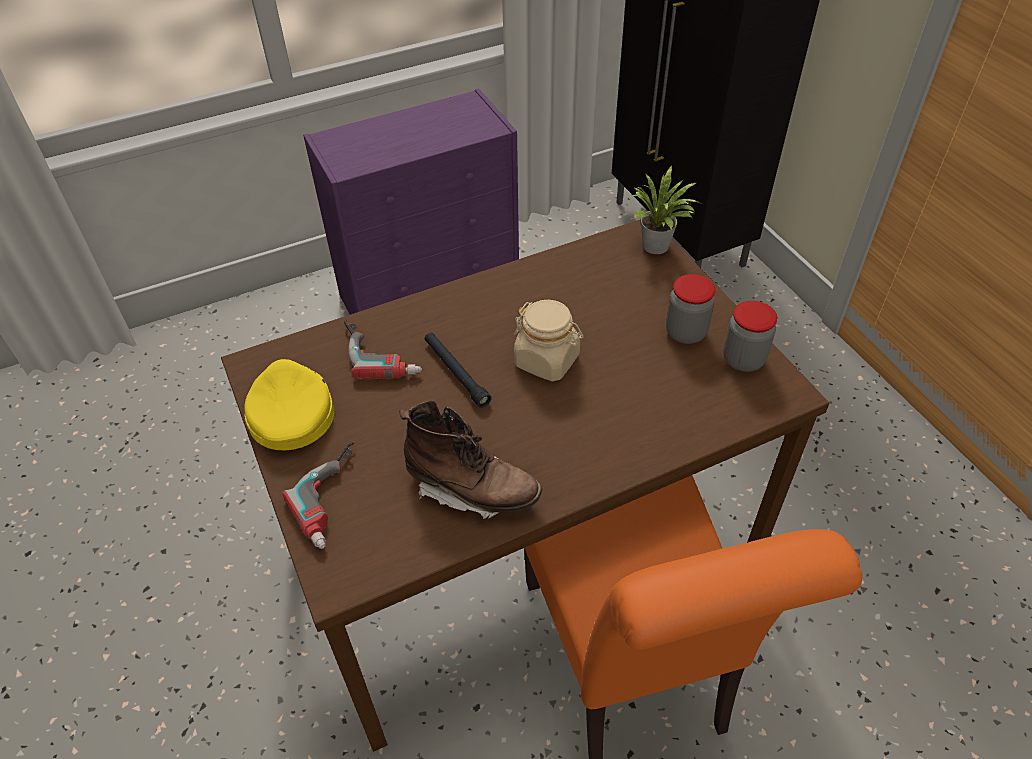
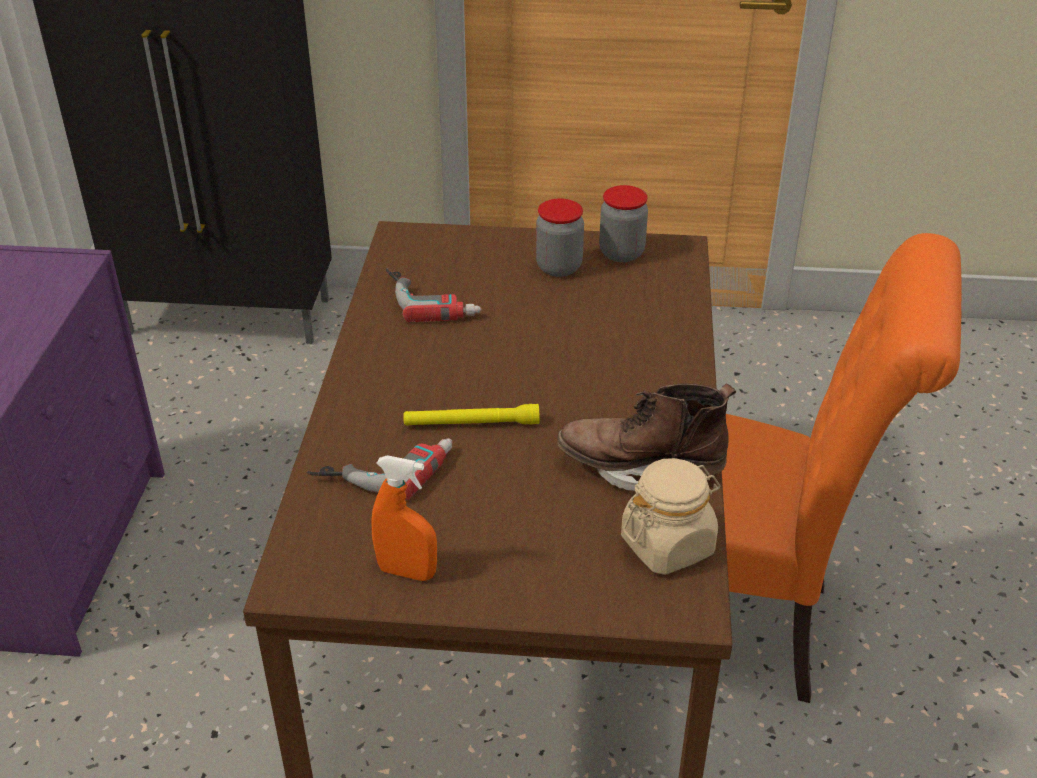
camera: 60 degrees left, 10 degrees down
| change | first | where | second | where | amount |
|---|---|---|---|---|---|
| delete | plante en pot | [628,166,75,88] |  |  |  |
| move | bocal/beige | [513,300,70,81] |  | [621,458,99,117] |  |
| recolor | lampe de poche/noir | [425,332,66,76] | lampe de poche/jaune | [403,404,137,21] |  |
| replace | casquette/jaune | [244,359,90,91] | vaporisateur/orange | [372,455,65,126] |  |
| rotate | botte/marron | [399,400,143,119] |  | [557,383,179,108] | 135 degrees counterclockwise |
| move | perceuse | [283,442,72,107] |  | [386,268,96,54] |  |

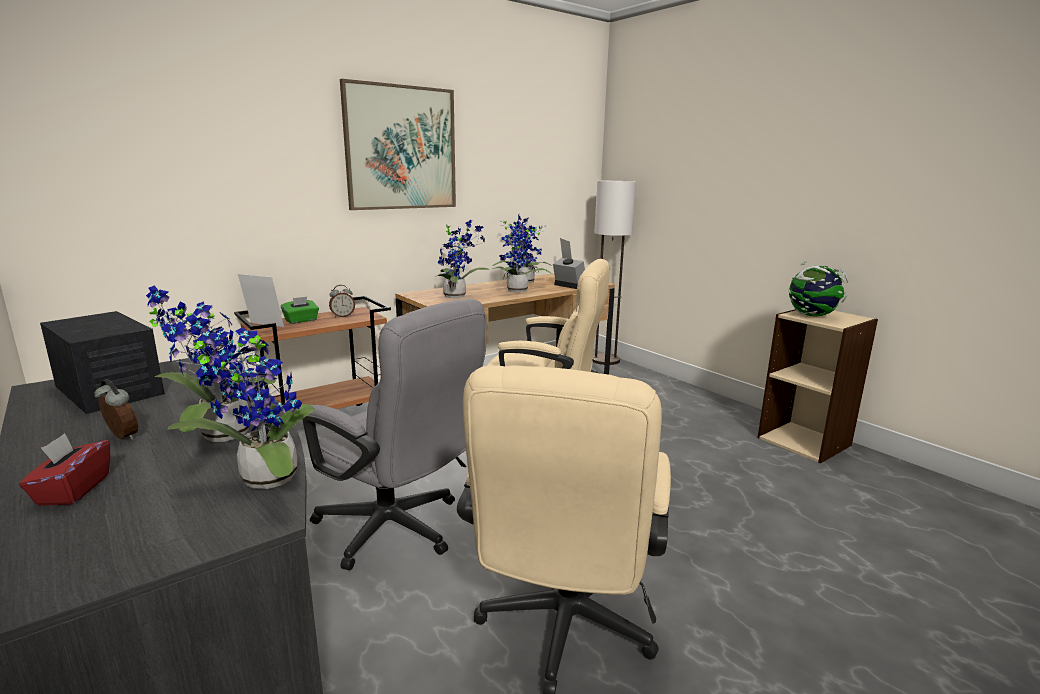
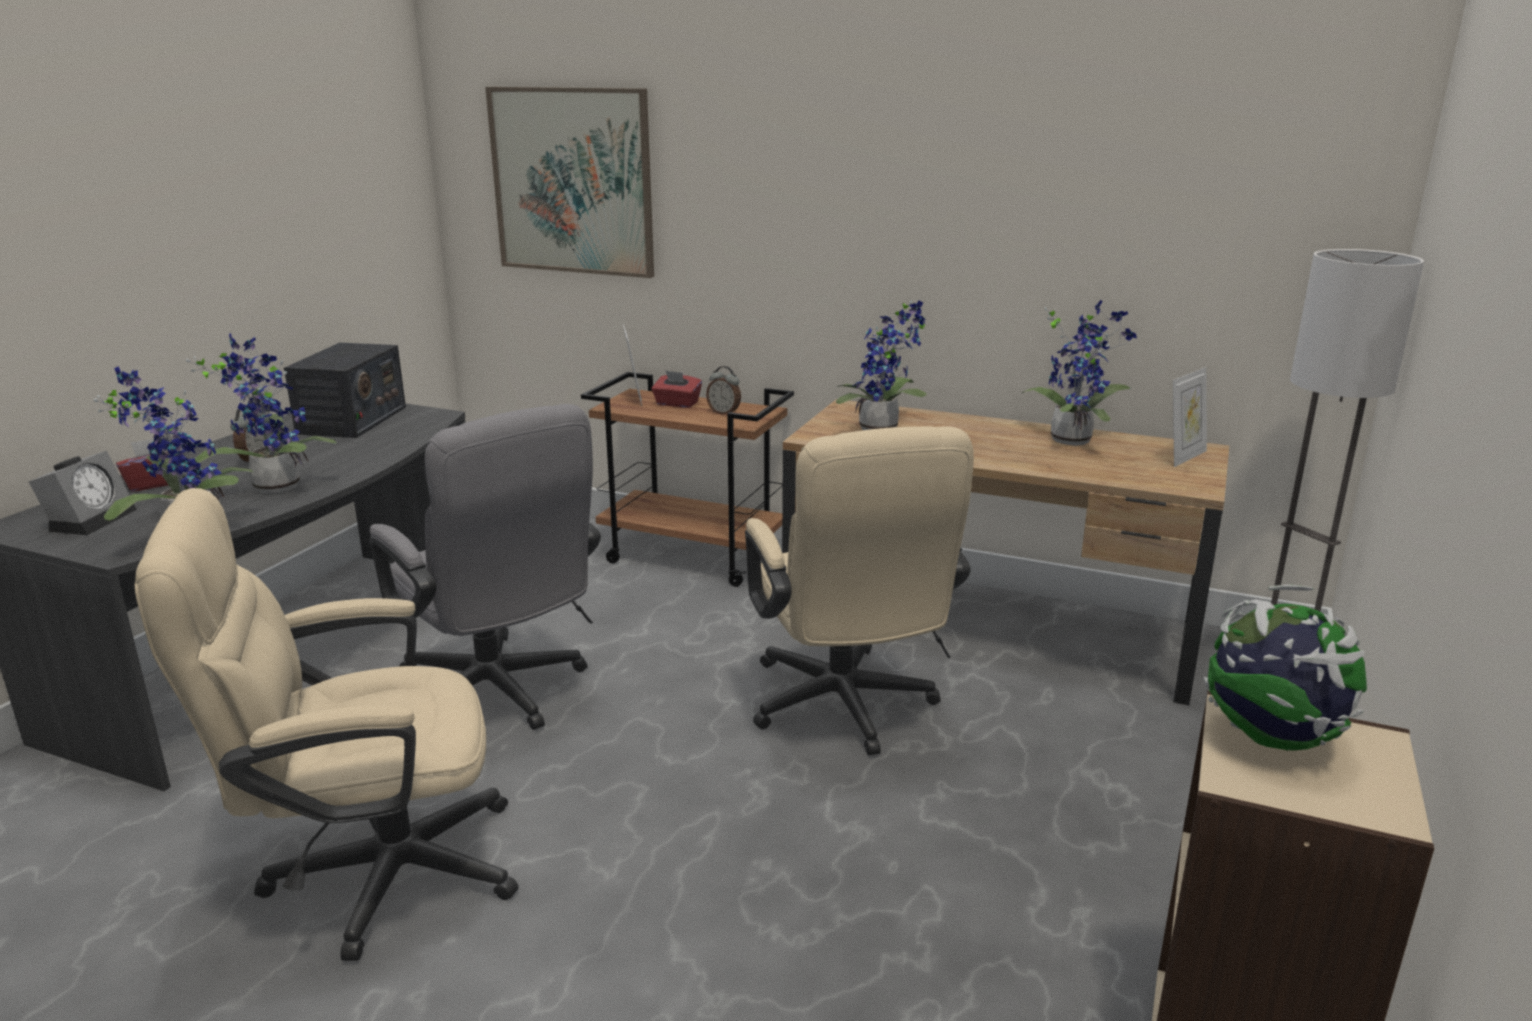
camera: 60 degrees right, 5 degrees up
| change | first | where | second | where | amount |
|---|---|---|---|---|---|
| move | tableau | [340,79,116,131] |  | [485,87,169,191] |  |
| delete | plante en pot | [492,222,60,70] |  |  |  |
| move | réveil | [553,258,32,31] |  | [29,451,108,84] |  |
| recolor | boîte à mouchoirs/vert | [281,297,38,27] | boîte à mouchoirs/rouge | [651,370,51,38] |  |
| rotate | chaise de bureau/gris | [303,299,184,271] |  | [369,404,232,326] | 45 degrees counterclockwise |

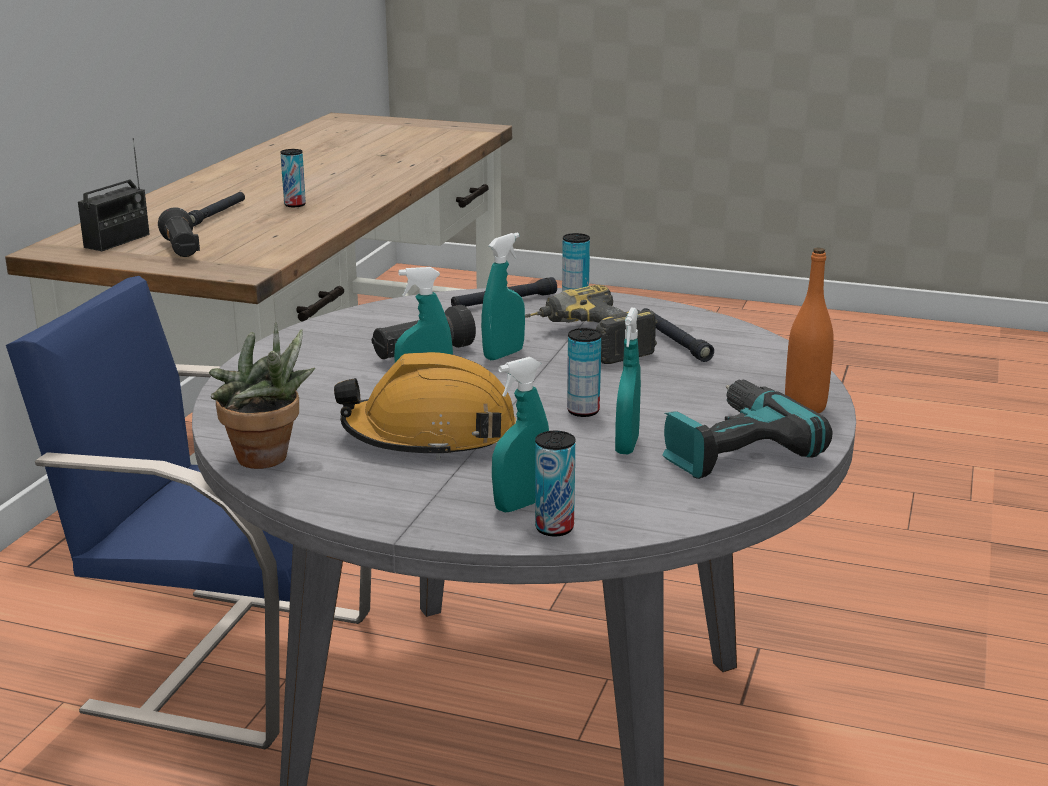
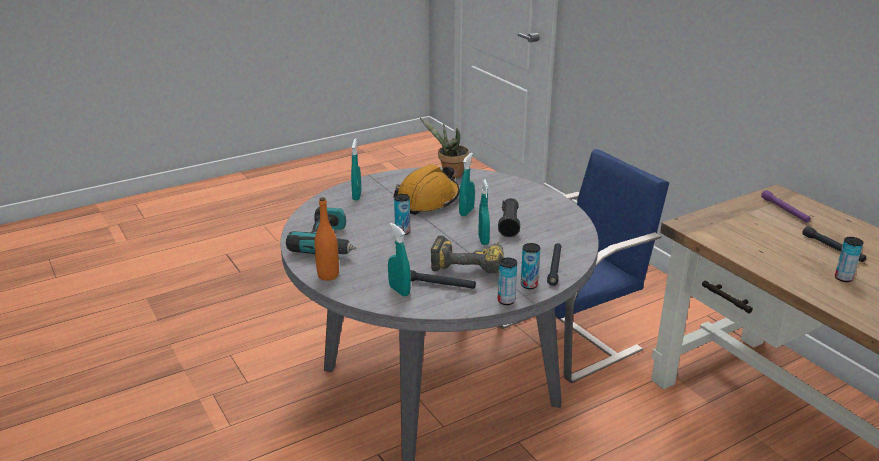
camera: 130 degrees right, 5 degrees up
| change | first | where | second | where | amount |
|---|---|---|---|---|---|
| replace | radio | [78,138,72,113] | lampe de poche/violet | [761,190,50,33] |  |
| delete | lampe de poche/noir | [158,207,42,50] |  |  |  |
| move | vaporisateur/turquoise | [615,308,26,146] |  | [388,223,23,74] |  |
| move | boîte métallique | [535,431,40,105] |  | [497,258,20,47] |  |

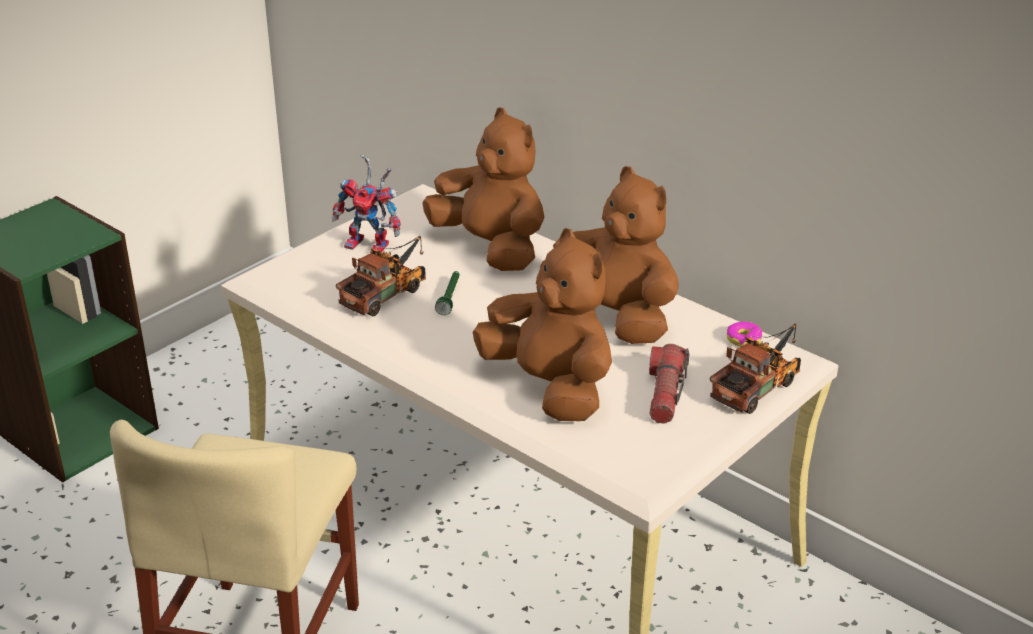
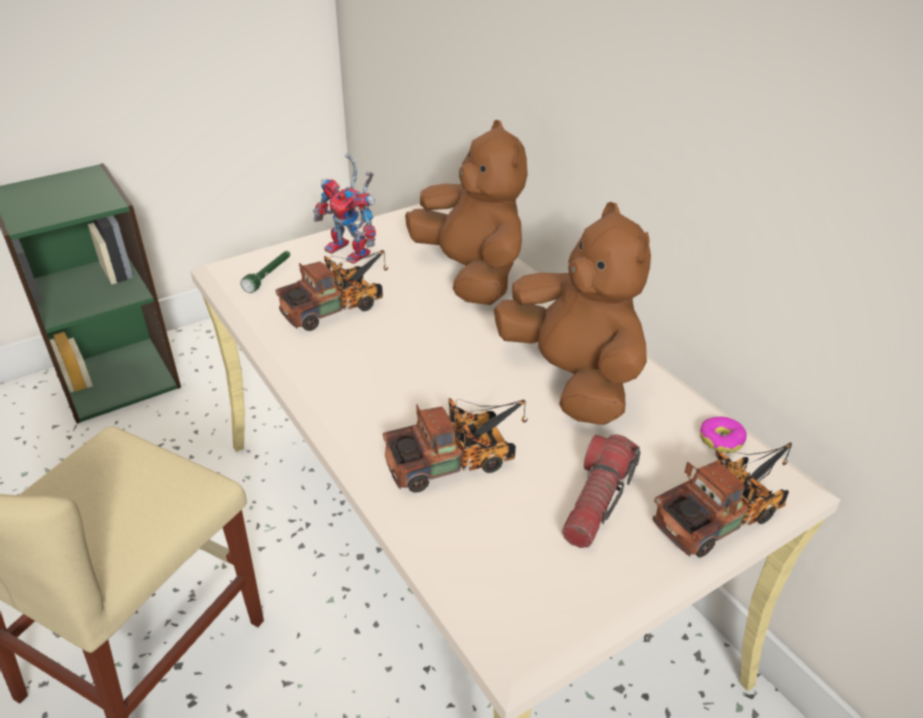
camera: 15 degrees right, 5 degrees up
| change | first | where | second | where | amount |
|---|---|---|---|---|---|
| replace | peluche/marron | [473,228,139,193] | camion jouet | [383,398,145,95] |  |
| move | lampe de poche/vert | [435,271,25,44] |  | [240,251,50,42] |  |

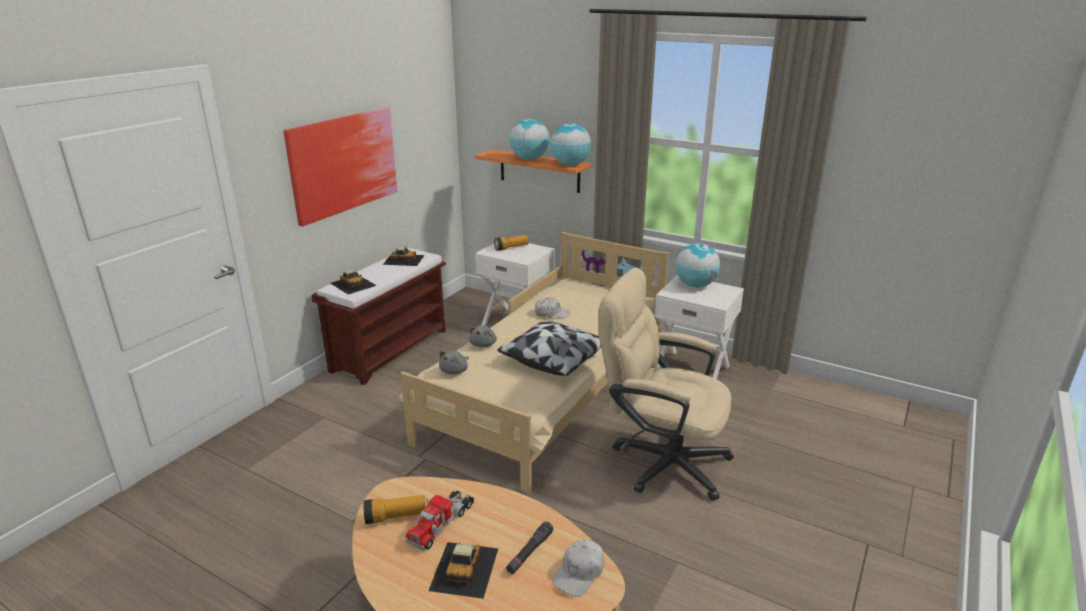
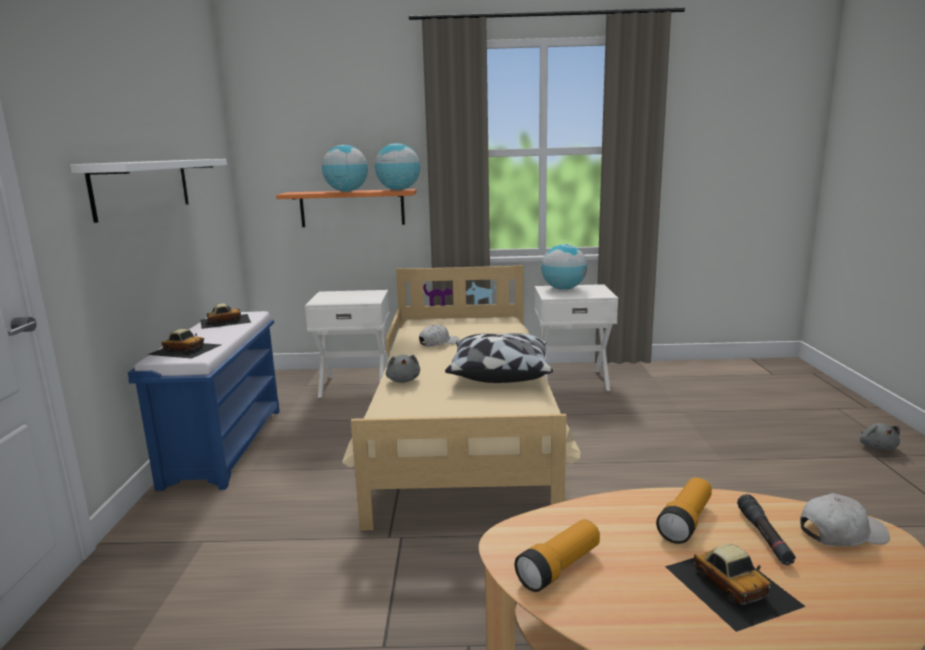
camera: 30 degrees left, 10 degrees down
| change | first | where | second | where | amount |
|---|---|---|---|---|---|
| replace | tableau | [283,107,114,119] | étagère/blanc | [70,159,157,64] |  |
| move | lampe de poche | [494,235,34,16] |  | [656,477,56,67] |  |
| recolor | banc/marron | [312,248,134,137] | banc/bleu | [128,311,152,180] |  |
| delete | chaise de bureau/beige | [598,268,136,233] |  |  |  |
| move | peluche/gris | [439,350,30,24] |  | [860,423,40,28] |  |
| delete | camion jouet | [405,490,69,61] |  |  |  |
| rotate | casquette/blanc | [553,540,51,57] |  | [800,493,90,53] | 105 degrees counterclockwise |

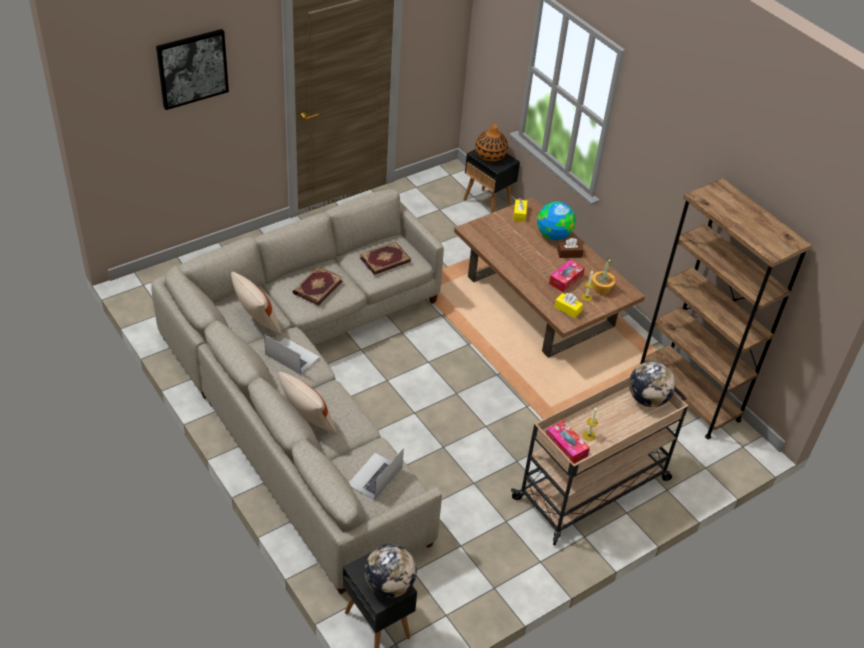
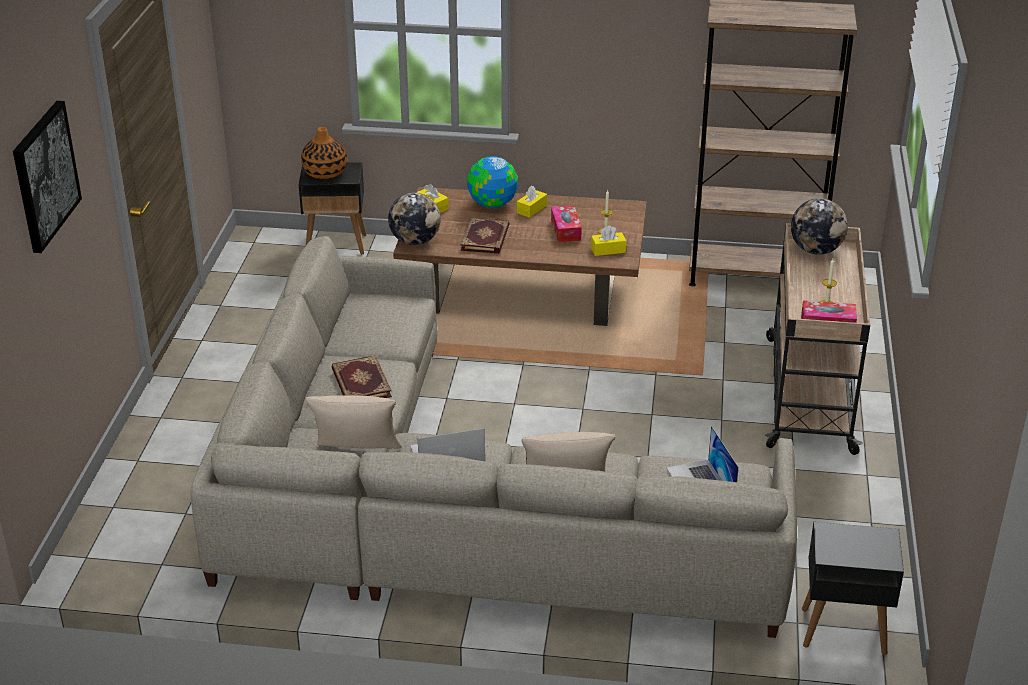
camera: 45 degrees left, 10 degrees down
| change | first | where | second | where | amount |
|---|---|---|---|---|---|
| recolor | boîte à mouchoirs/marron | [557,238,27,20] | boîte à mouchoirs/jaune | [517,185,30,33] |  |
| move | livre | [360,241,51,34] |  | [461,217,49,37] |  |
| delete | plante en pot | [592,257,24,38] |  |  |  |
| move | globe | [364,544,53,54] |  | [388,193,52,52] |  |

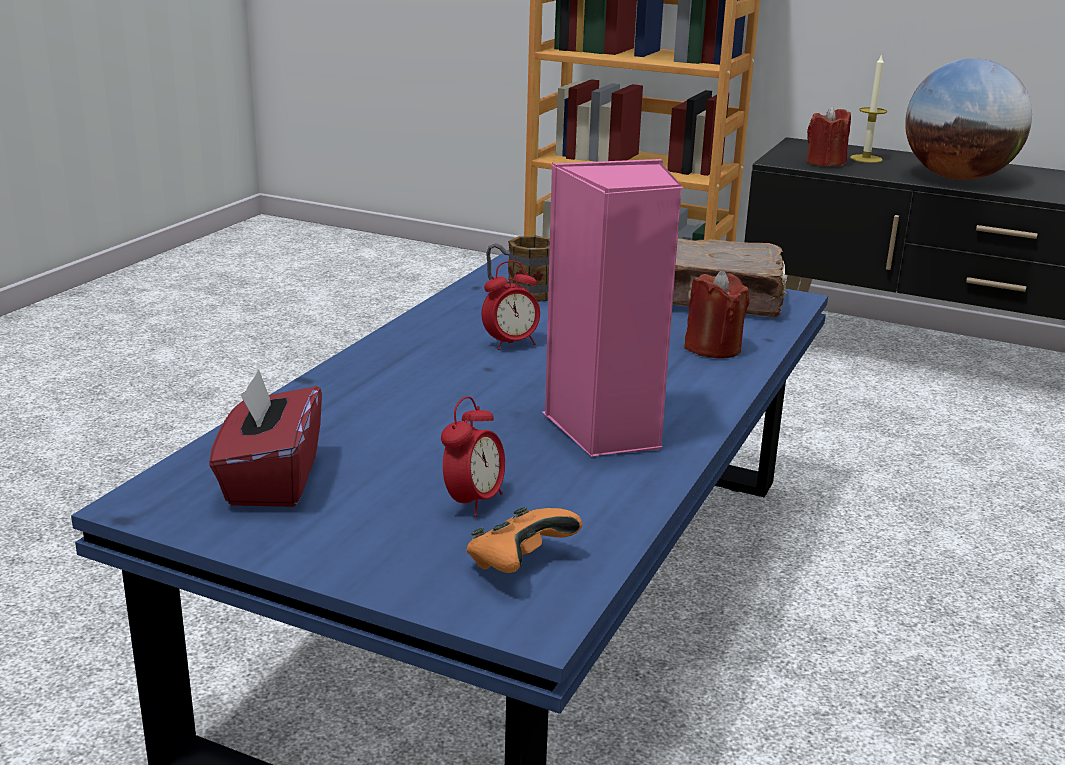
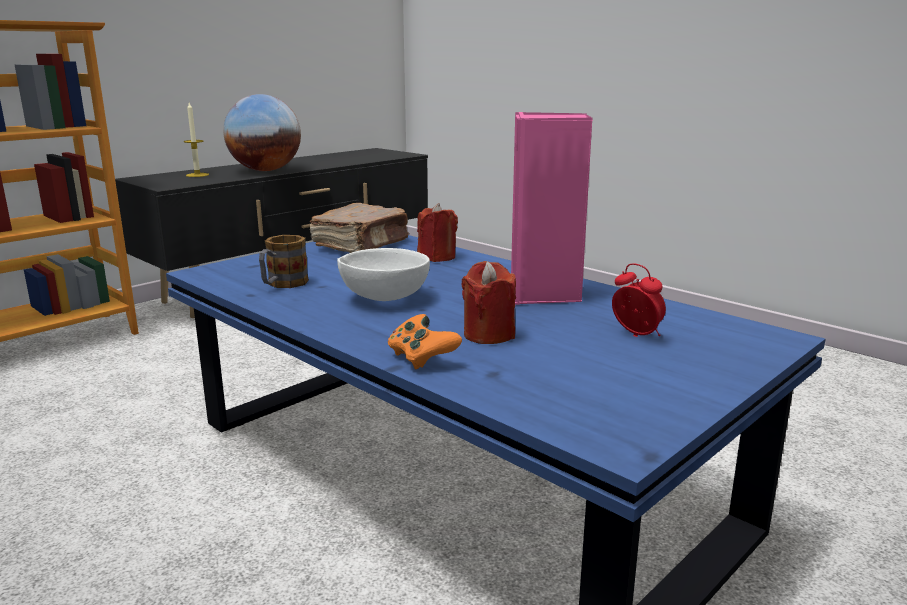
camera: 70 degrees left, 5 degrees down
| change | first | where | second | where | amount |
|---|---|---|---|---|---|
| move | bougie/rouge | [807,106,44,61] |  | [462,261,54,83] |  |
| replace | réveil | [482,261,58,89] | bol/blanc | [337,248,93,53] |  |
| delete | boîte à mouchoirs/rouge | [209,369,113,138] |  |  |  |
| move | manette/orange | [466,507,116,66] |  | [388,314,74,56] |  |

